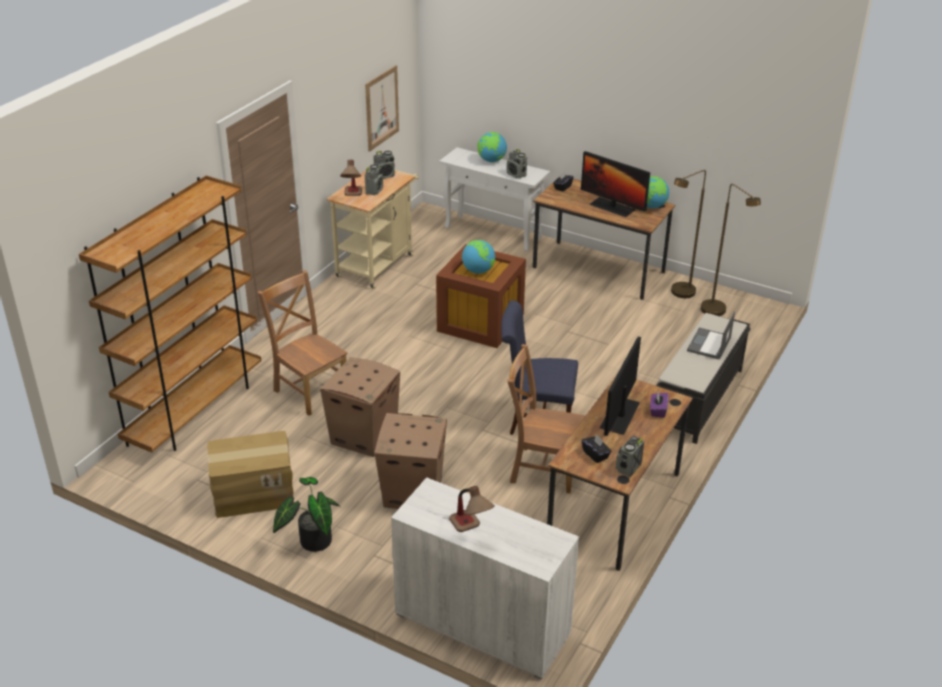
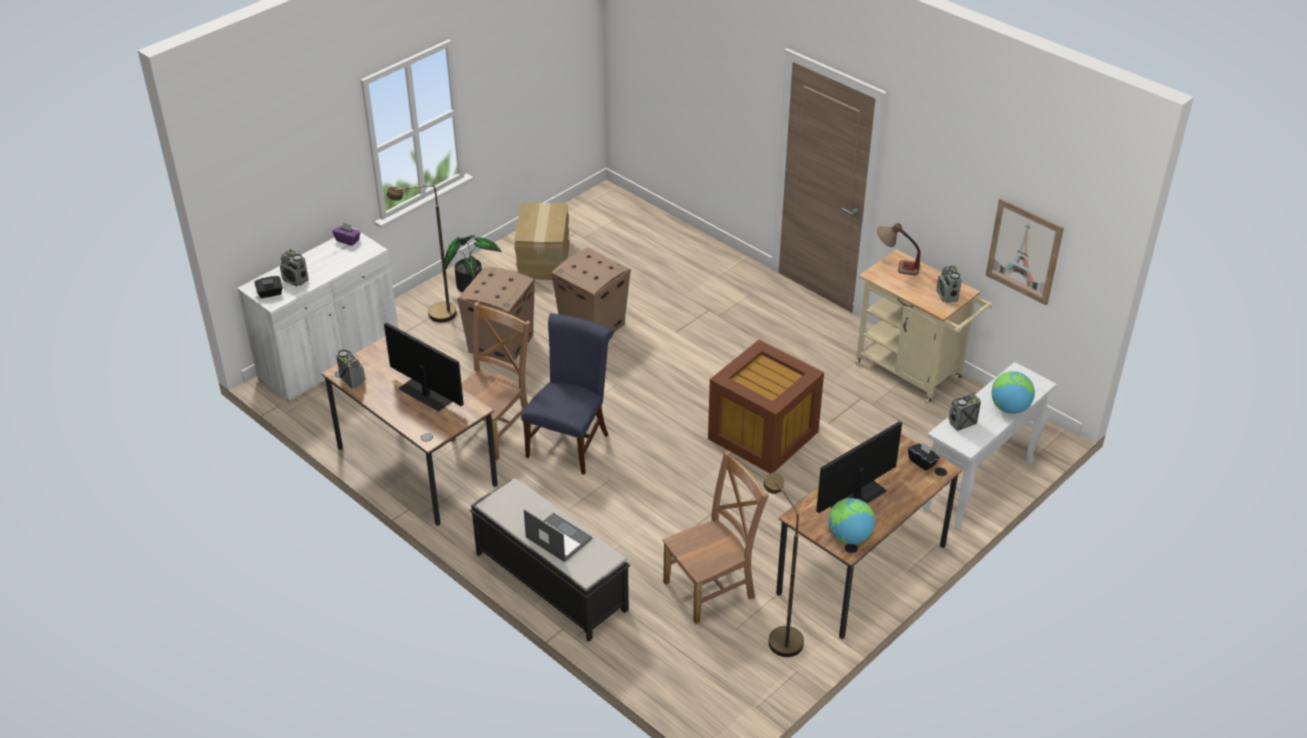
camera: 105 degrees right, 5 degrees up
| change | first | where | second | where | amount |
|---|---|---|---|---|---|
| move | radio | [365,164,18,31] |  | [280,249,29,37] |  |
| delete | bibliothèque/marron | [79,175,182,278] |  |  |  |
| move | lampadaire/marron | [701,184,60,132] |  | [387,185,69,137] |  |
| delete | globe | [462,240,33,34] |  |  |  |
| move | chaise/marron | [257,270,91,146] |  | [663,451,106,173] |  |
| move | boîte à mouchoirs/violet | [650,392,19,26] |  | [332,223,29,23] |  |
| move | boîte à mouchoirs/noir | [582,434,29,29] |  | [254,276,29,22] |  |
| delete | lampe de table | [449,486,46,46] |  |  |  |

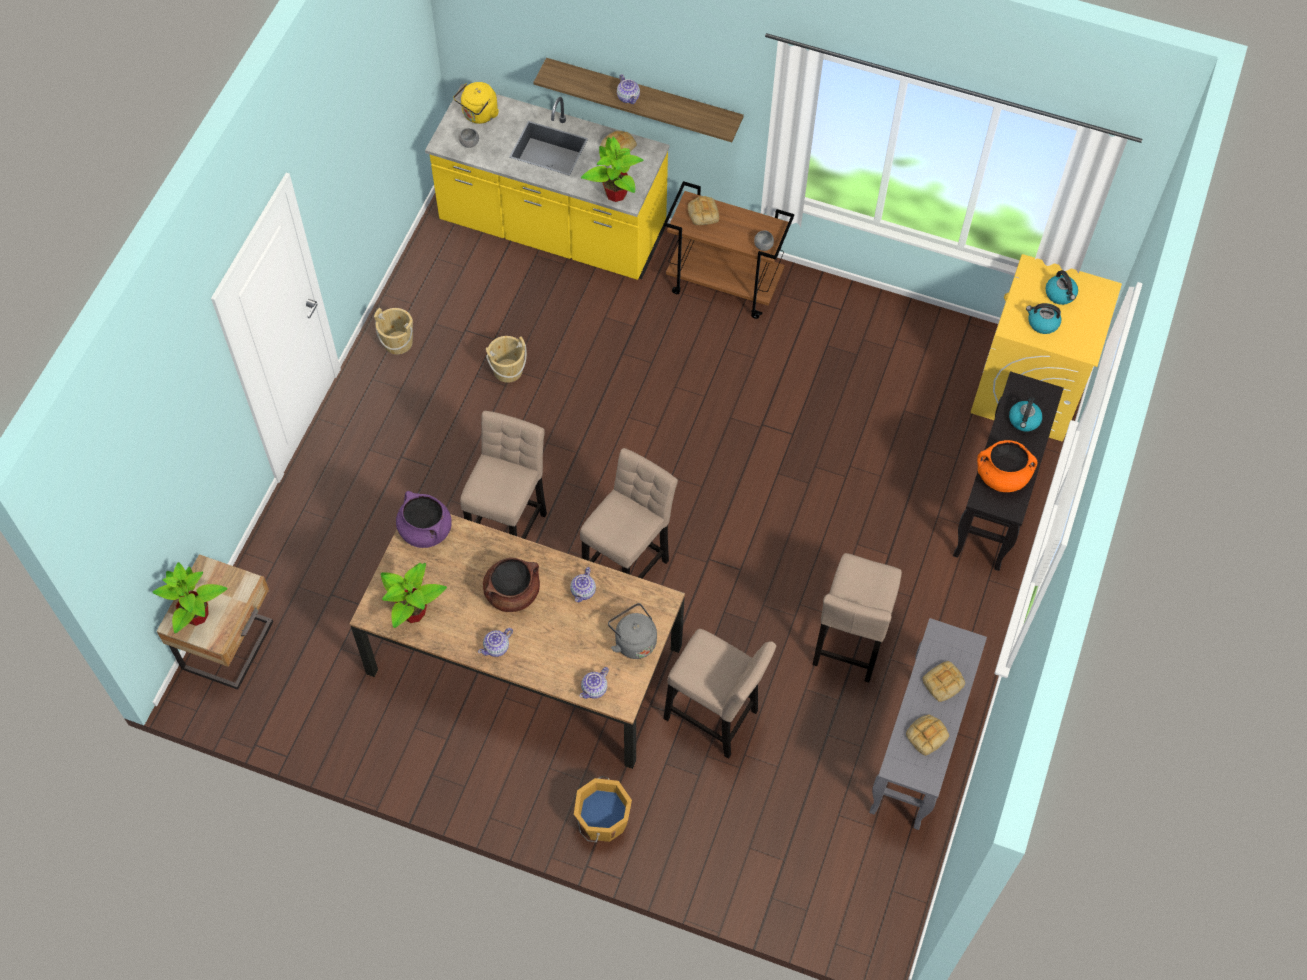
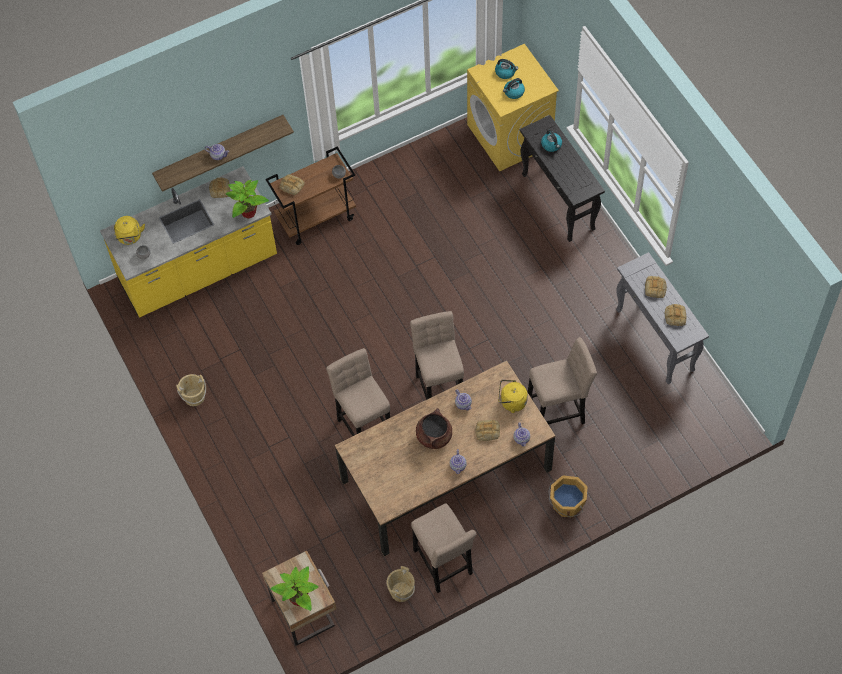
camera: 45 degrees left, 0 degrees up
| change | first | where | second | where | amount |
|---|---|---|---|---|---|
| move | seau/beige | [486,336,41,47] |  | [386,566,29,36] |  |
| delete | marmite/orange | [977,440,60,52] |  |  |  |
| delete | marmite/violet | [396,491,56,57] |  |  |  |
| move | tabouret/beige | [813,553,89,129] |  | [411,504,66,89] |  |
| delete | plante en pot | [381,563,66,65] |  |  |  |
| recolor | bouilloire/gris | [608,603,49,56] | bouilloire/jaune | [498,380,30,33] |  |
| insert |  |  | pain | [476,420,24,21] |  |

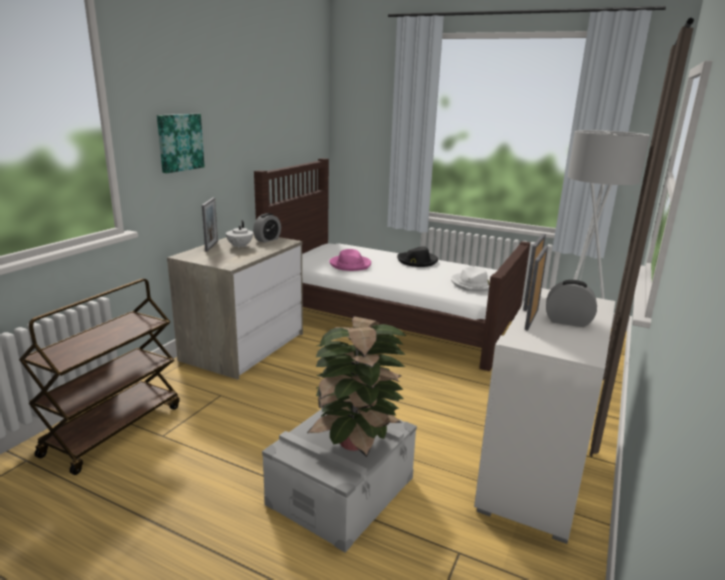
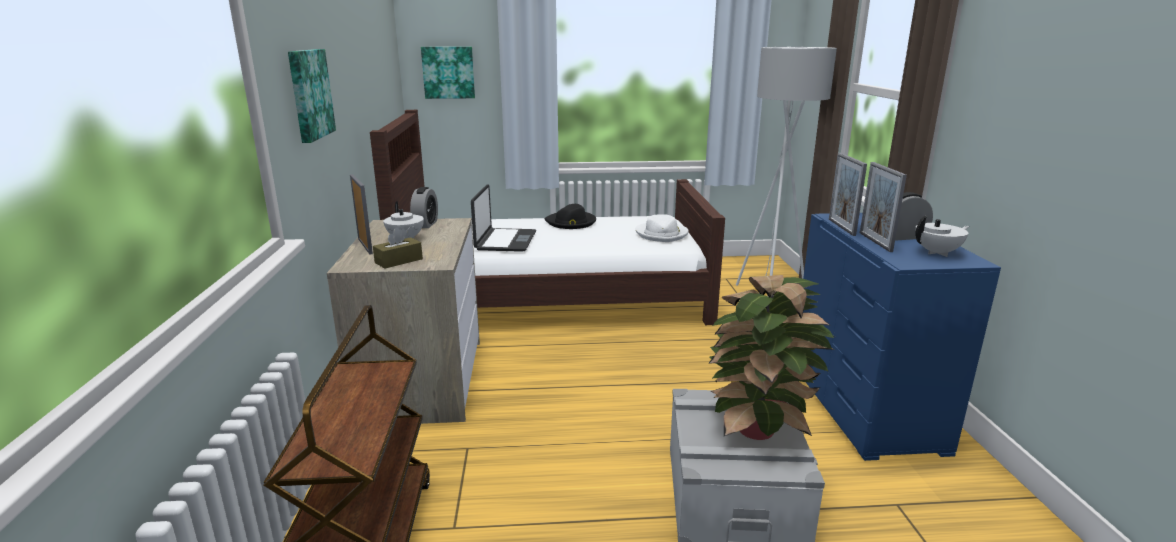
camera: 30 degrees left, 0 degrees up
| change | first | where | second | where | amount |
|---|---|---|---|---|---|
| replace | chapeau/rose | [329,249,42,22] | ordinateur portable | [471,184,65,68] |  |
| recolor | commode/blanc | [474,288,141,256] | commode/bleu | [803,213,198,248] |  |
| insert |  |  | tableau | [421,47,54,52] |  |
| insert |  |  | théière/blanc | [915,216,54,41] |  |
| insert |  |  | boîte à mouchoirs/marron | [373,227,50,42] |  |

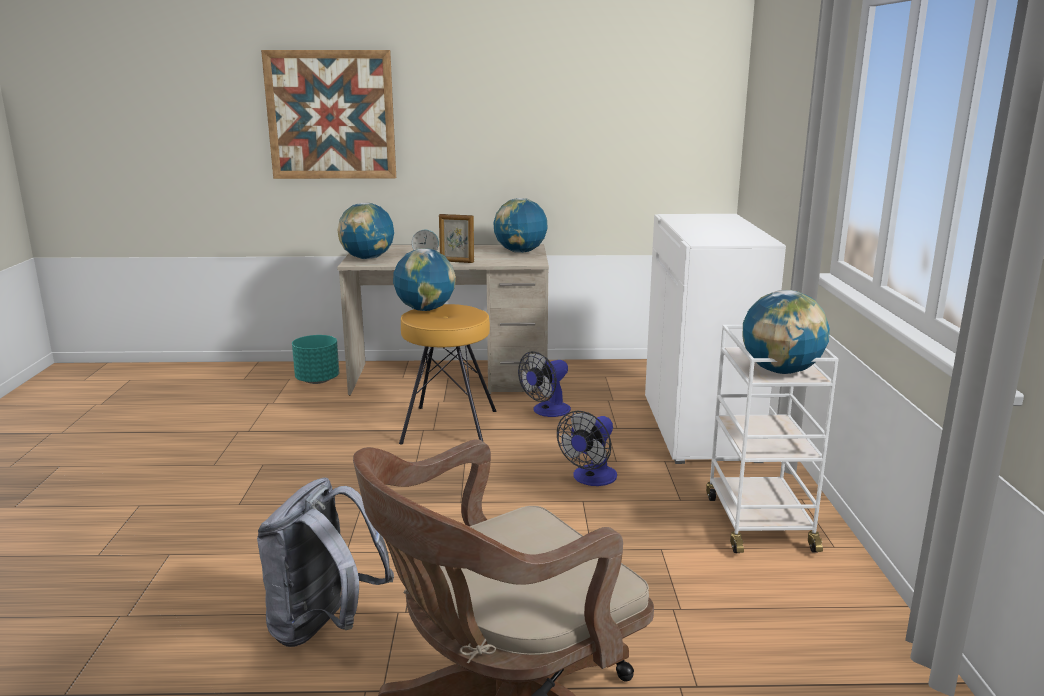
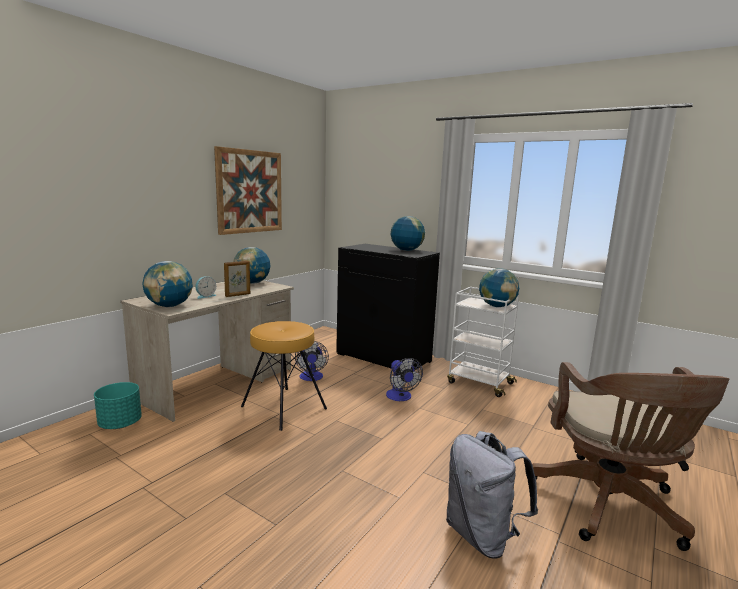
camera: 55 degrees left, 5 degrees down
| change | first | where | second | where | amount |
|---|---|---|---|---|---|
| move | tableau | [261,50,135,129] |  | [214,146,68,89] |  |
| recolor | meuble de rangement/blanc | [645,214,141,250] | meuble de rangement/noir | [336,244,104,126] |  |
| move | globe | [393,248,63,63] |  | [391,216,34,35] |  |

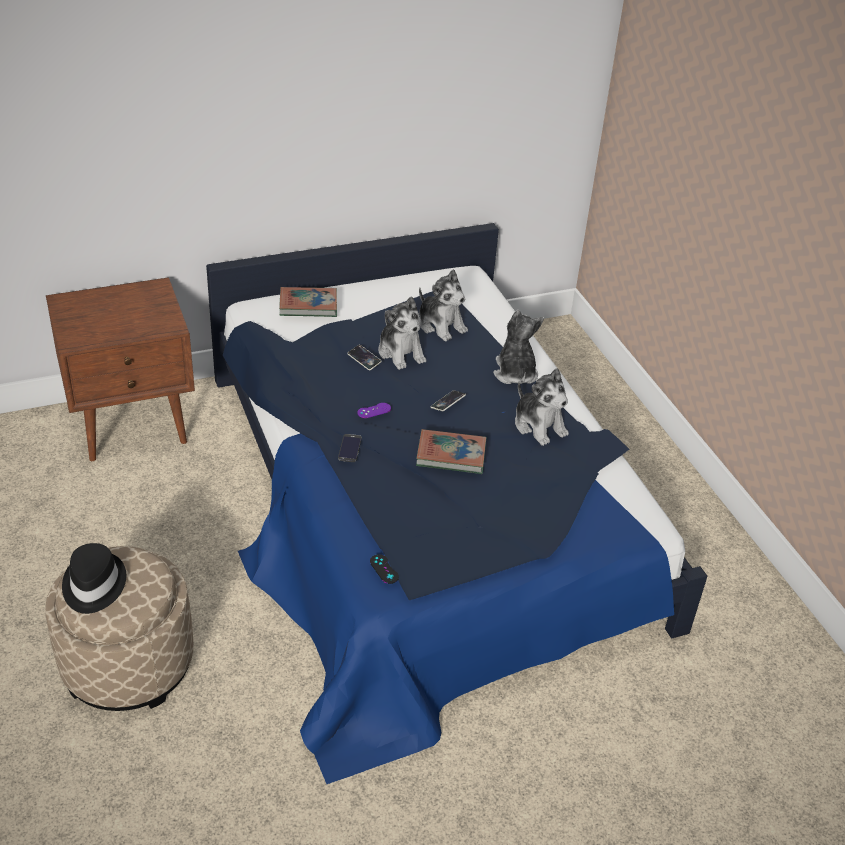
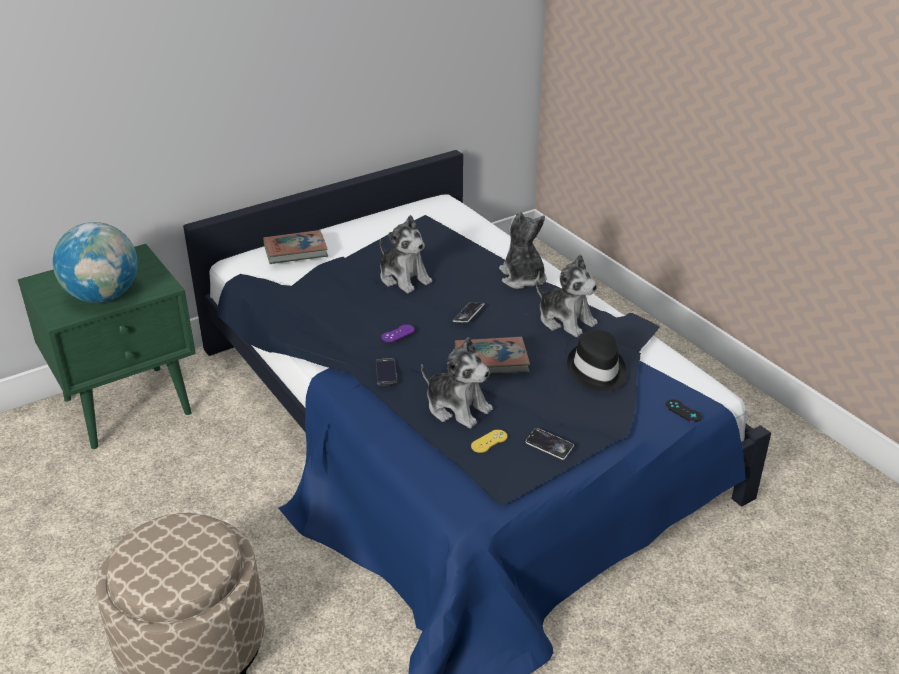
camera: 10 degrees left, 5 degrees down
| change | first | where | second | where | amount |
|---|---|---|---|---|---|
| move | peluche | [419,269,49,72] |  | [421,337,72,91] |  |
| recolor | table de chevet/marron | [46,277,149,184] | table de chevet/vert | [18,244,178,205] |  |
| move | téléphone | [347,345,35,26] |  | [526,428,48,32] |  |
| move | chapeau/noir | [62,543,64,71] |  | [567,330,60,61] |  |
| move | manette/noir | [370,554,29,30] |  | [665,399,37,23] |  |
| insert |  |  | globe | [53,222,85,81] |  |
| insert |  |  | manette/jaune | [471,430,36,23] |  |

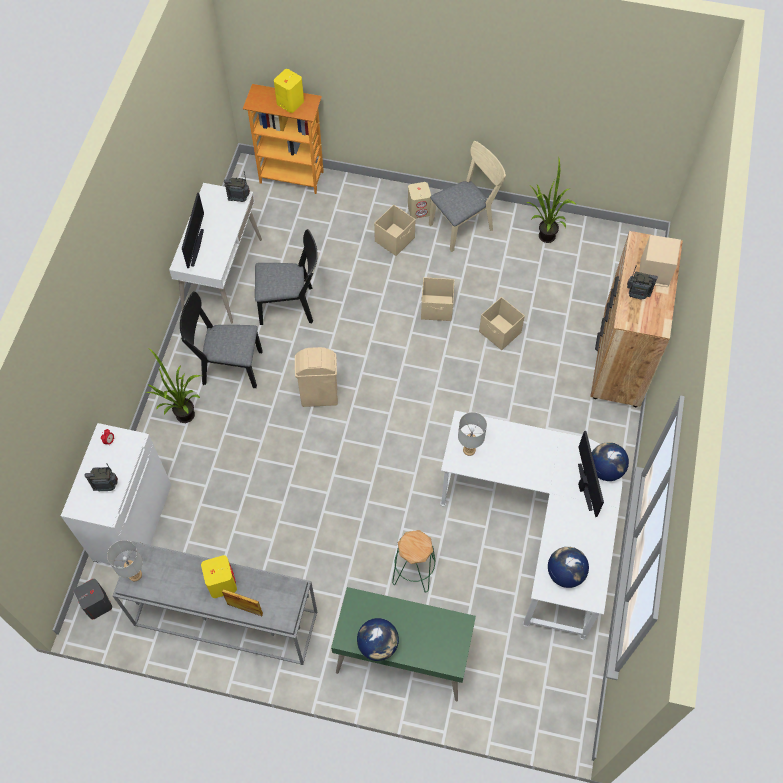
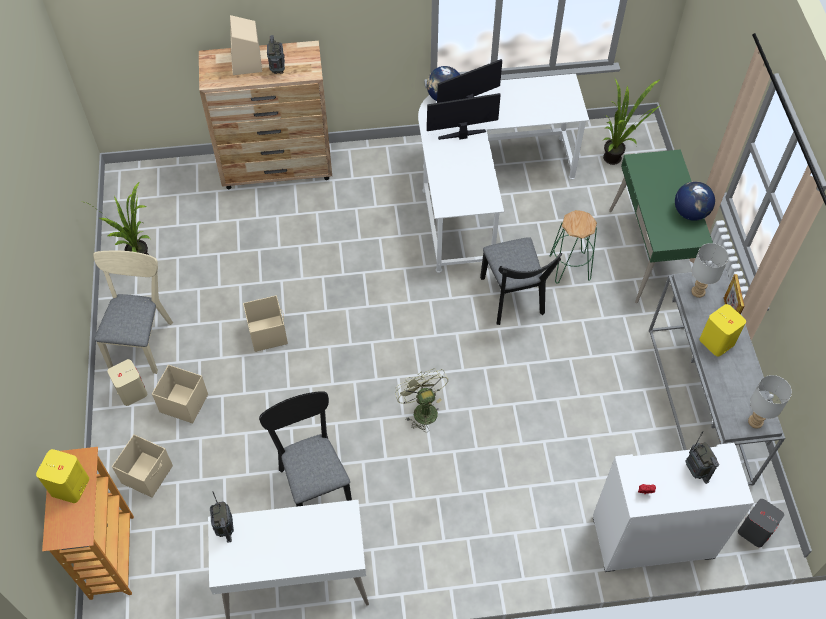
camera: 110 degrees left, 5 degrees down
| change | first | where | second | where | amount |
|---|---|---|---|---|---|
| rotate | chaise/beige | [429,141,77,111] |  | [93,251,80,123] | 60 degrees clockwise |
| move | écran d'ordinateur | [182,193,22,75] |  | [427,93,74,47] |  |
| move | chaise/noir | [180,291,83,97] |  | [480,237,82,88] |  |
| move | boîte de rangement/beige | [479,297,46,53] |  | [112,434,61,64] |  |
| replace | poubelle/beige | [295,347,43,60] | ventilateur/vert | [395,368,53,65] |  |
| move | plante en pot | [146,348,56,75] |  | [603,79,56,86] |  |
| move | lampe de table/gris | [458,412,29,44] |  | [691,243,38,55] |  |
| delete | globe | [548,547,41,41] |  |  |  |

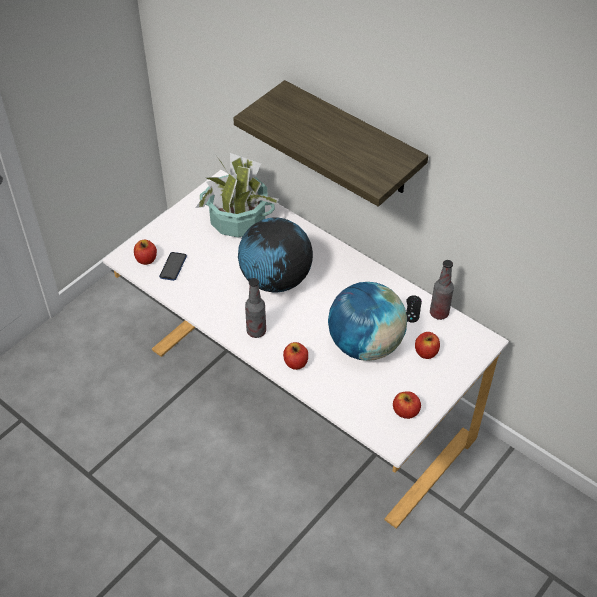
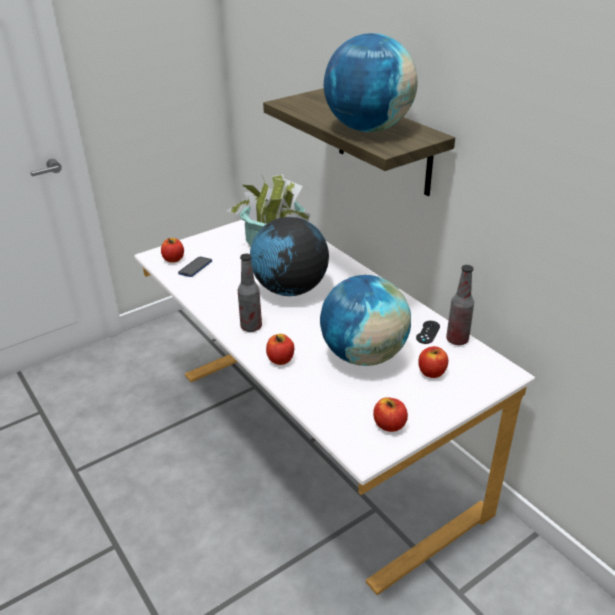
camera: 15 degrees right, 15 degrees down
| change | first | where | second | where | amount |
|---|---|---|---|---|---|
| insert |  |  | globe | [324,33,94,99] |  |

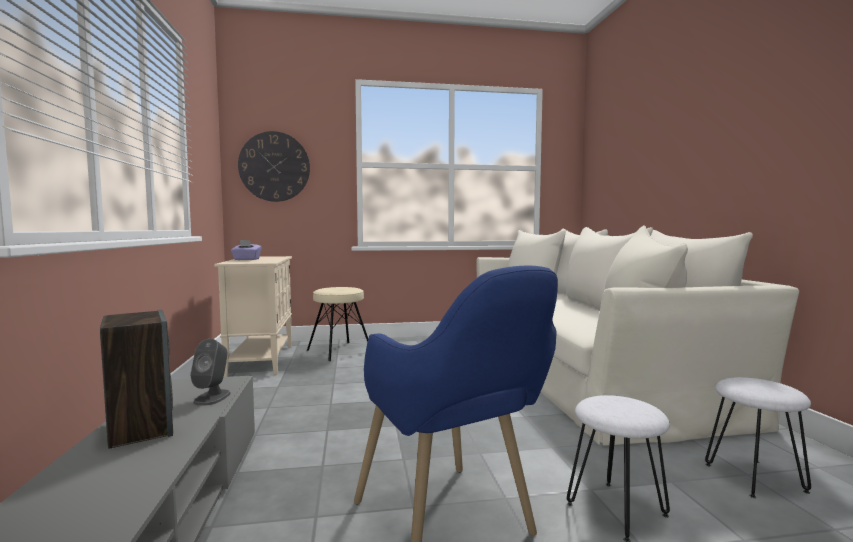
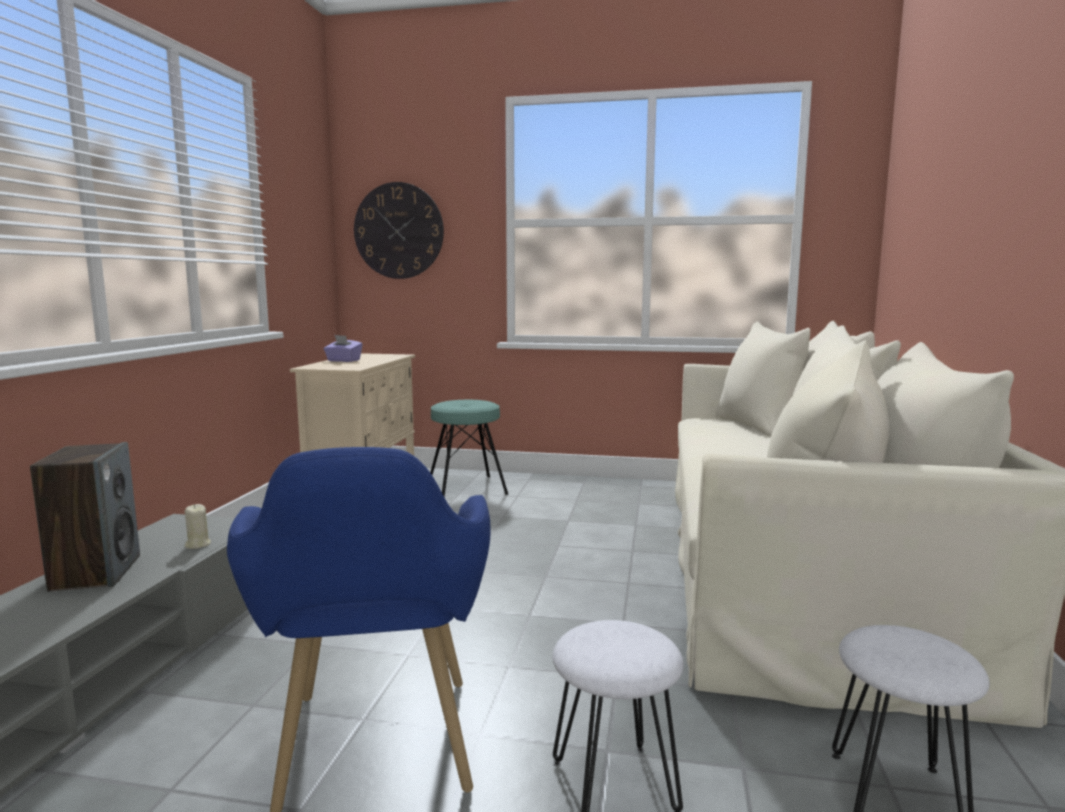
camera: 20 degrees right, 5 degrees up
| change | first | where | second | where | amount |
|---|---|---|---|---|---|
| recolor | tabouret/beige | [307,287,61,74] | tabouret/turquoise | [430,400,78,97] |  |
| replace | enceinte/gris | [190,339,41,67] | bougie/beige | [185,504,26,45] |  |

